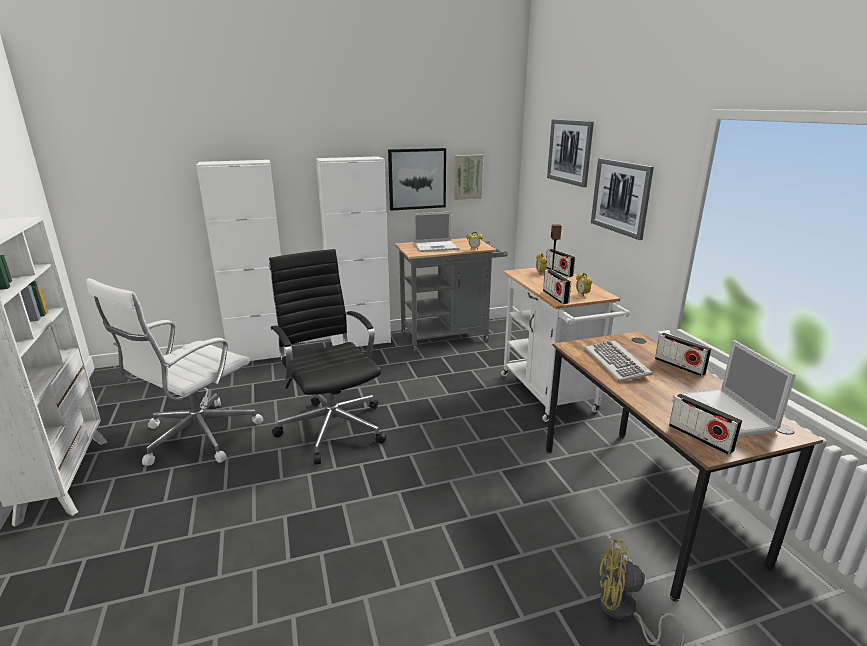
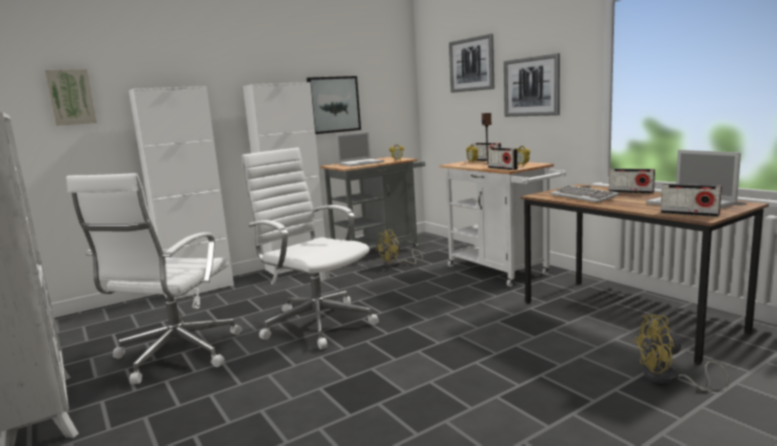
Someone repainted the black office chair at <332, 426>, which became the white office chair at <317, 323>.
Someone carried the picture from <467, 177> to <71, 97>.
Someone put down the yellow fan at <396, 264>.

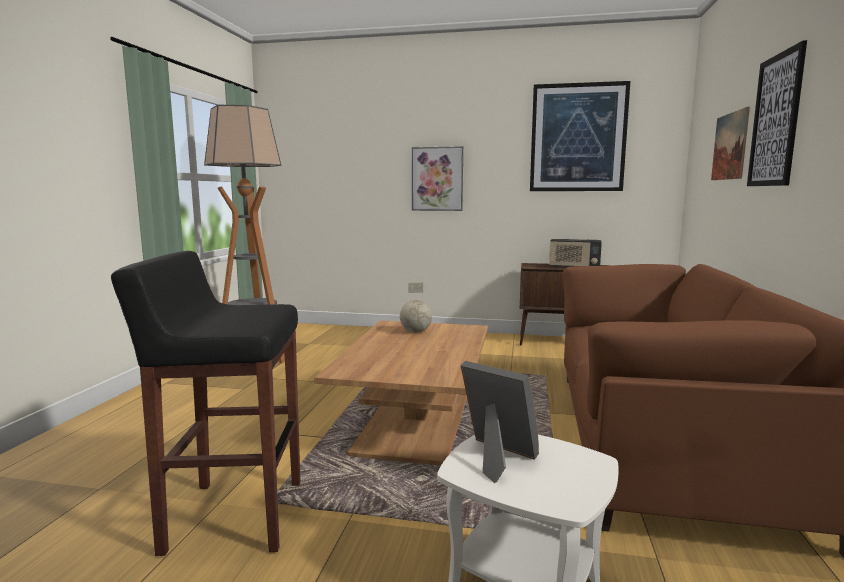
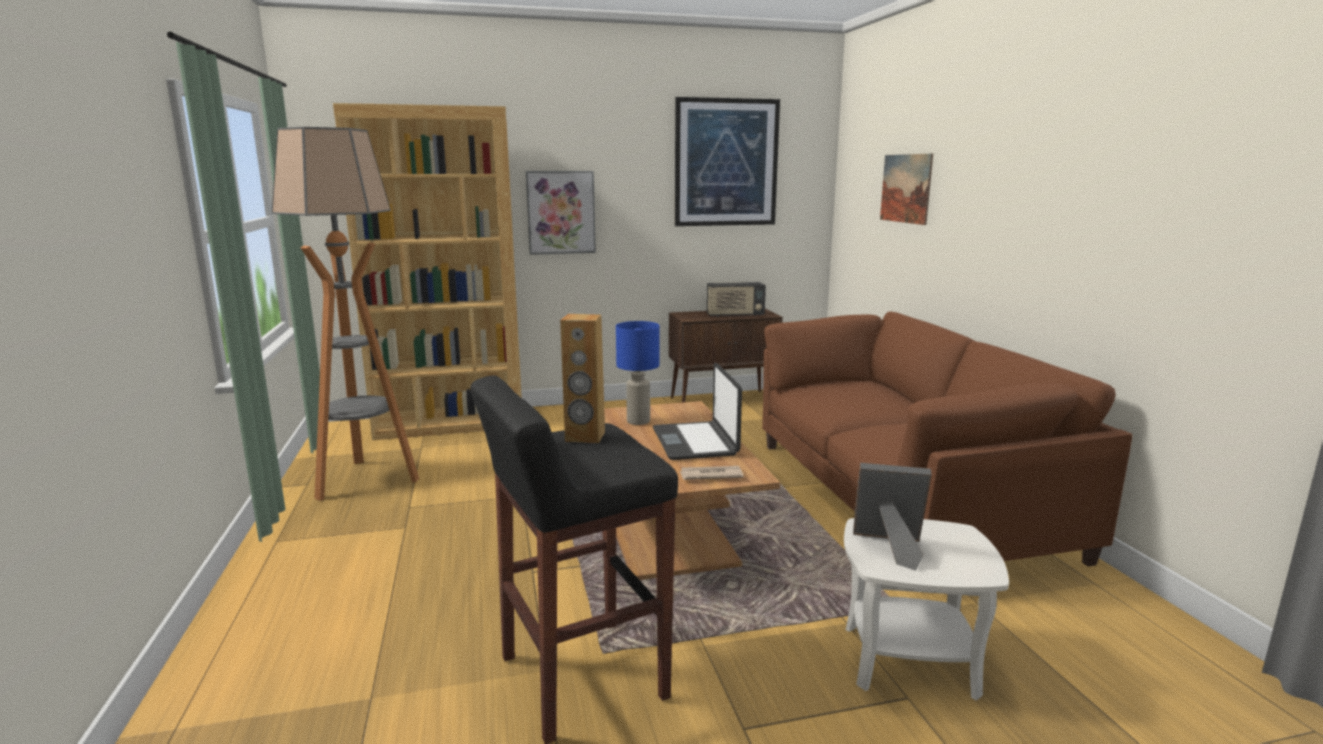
Someone swapped the globe at <415, 332> for the blue table lamp at <637, 421>.
Someone took away the picture at <775, 120>.
Someone put down the brown bookcase at <451, 424>.
Someone put down the brown speaker at <585, 437>.
Someone put down the laptop at <695, 442>.
Someone put down the newspaper at <710, 475>.

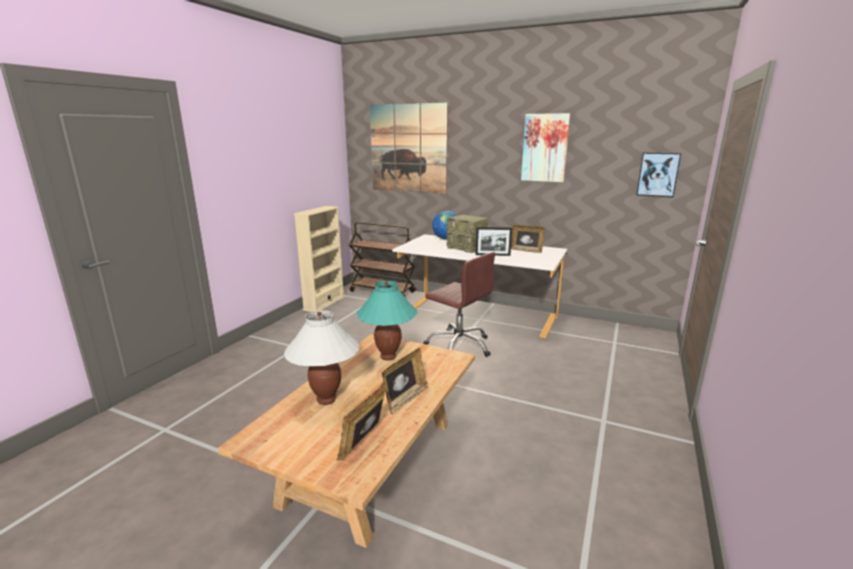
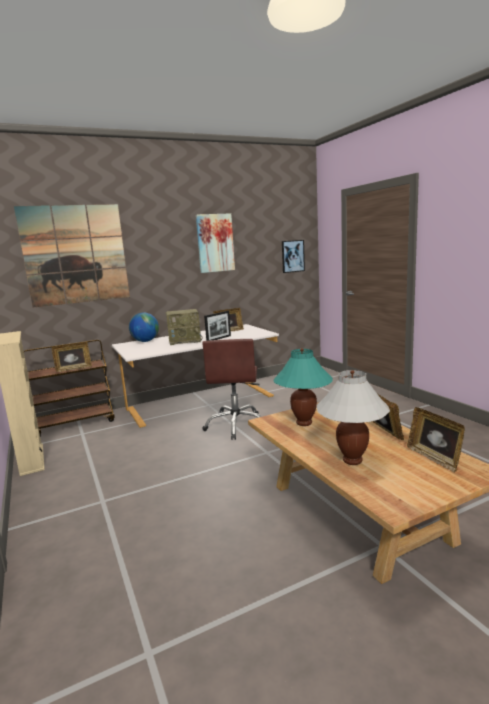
Someone rotated the brown office chair at <459, 346> by 105 degrees clockwise.
Someone put down the picture frame at <73, 369>.

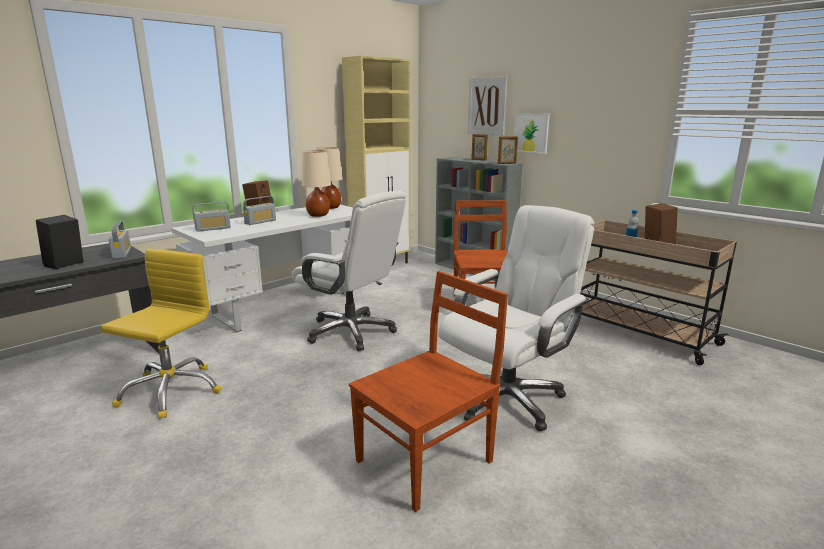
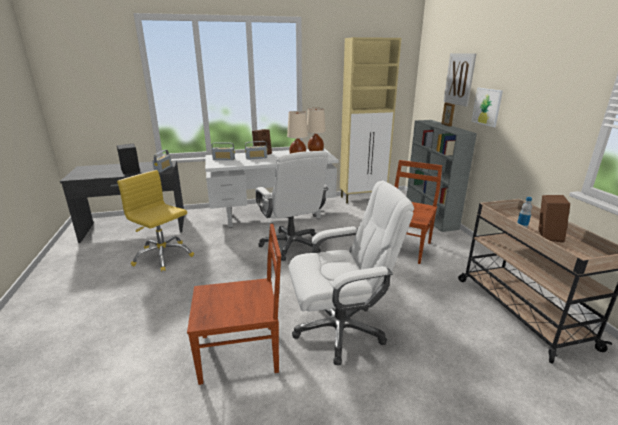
Someone rotated the yellow office chair at <170, 391> by 105 degrees counterclockwise.
Someone took away the picture frame at <507, 163>.

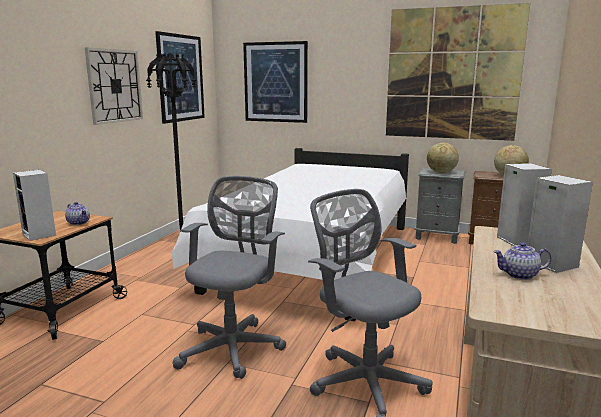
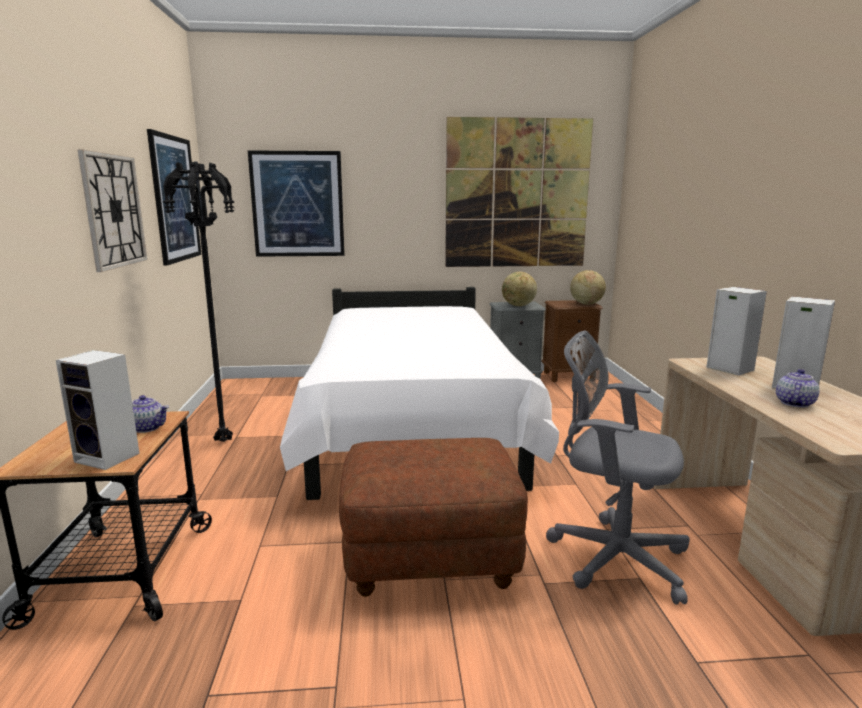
Someone swapped the grey office chair at <234, 347> for the brown ottoman at <431, 557>.
Someone rotated the teapot at <519, 275> by 150 degrees clockwise.

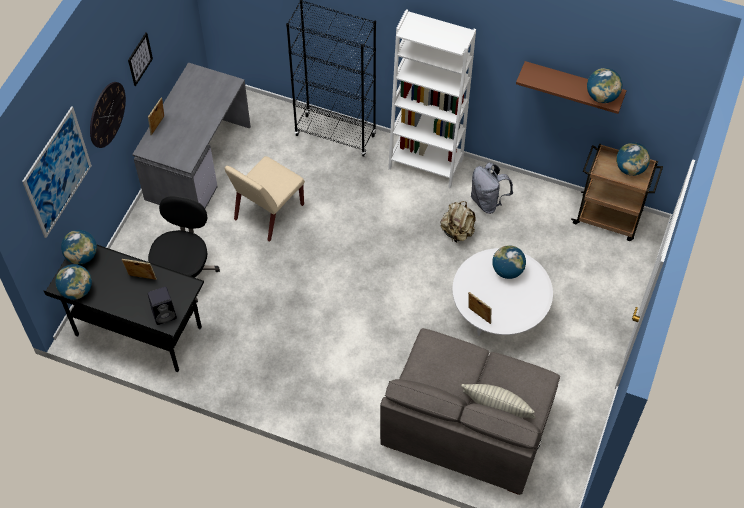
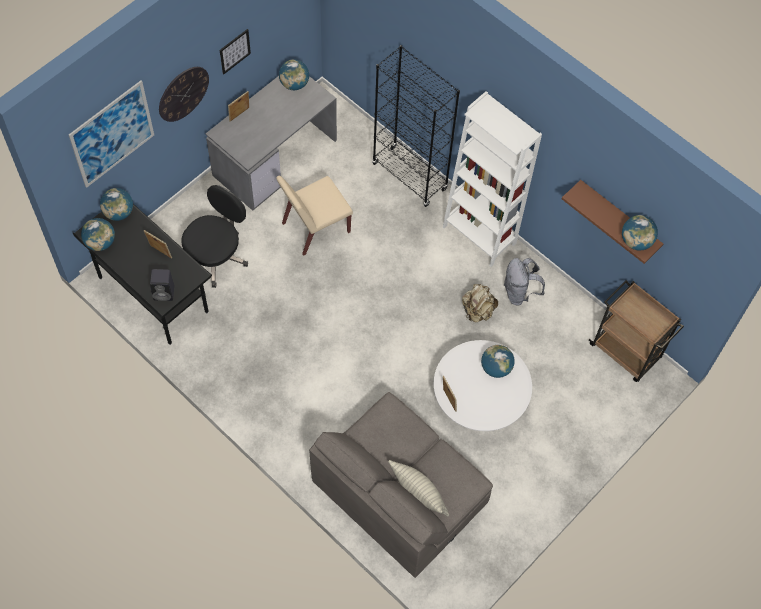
Someone carried the globe from <630, 168> to <294, 84>.

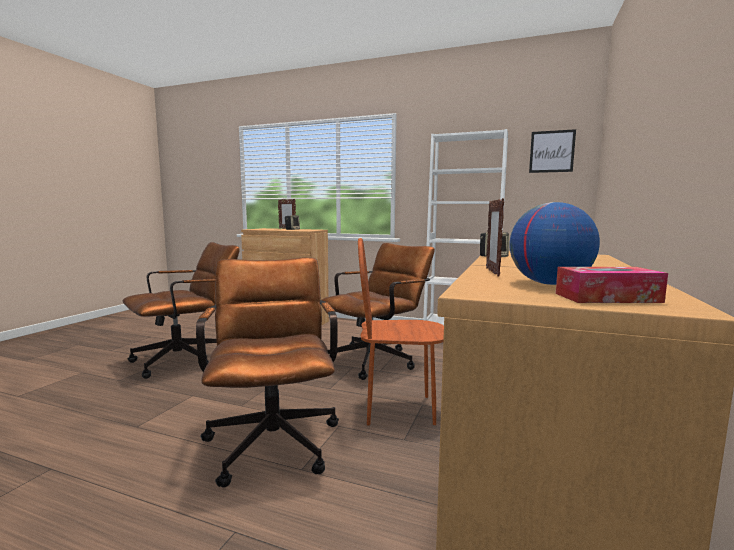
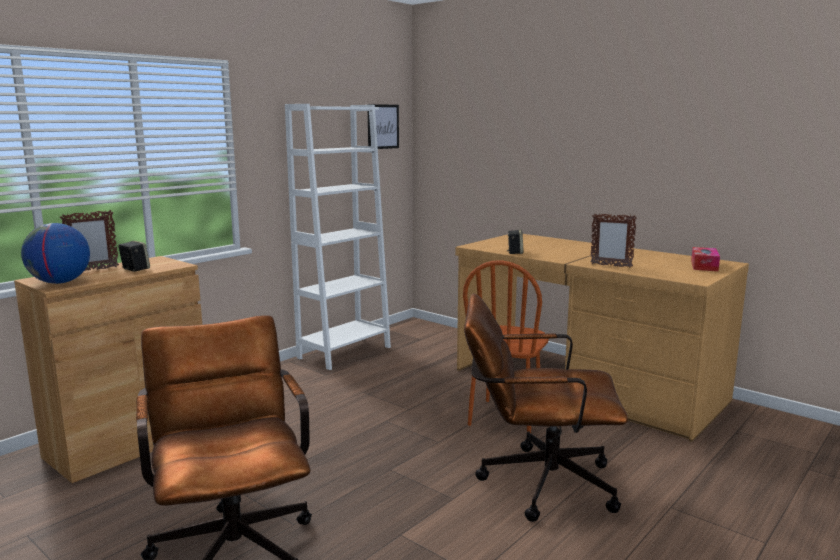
Someone took away the brown office chair at <377, 360>.
Someone carried the globe from <549, 284> to <60, 282>.

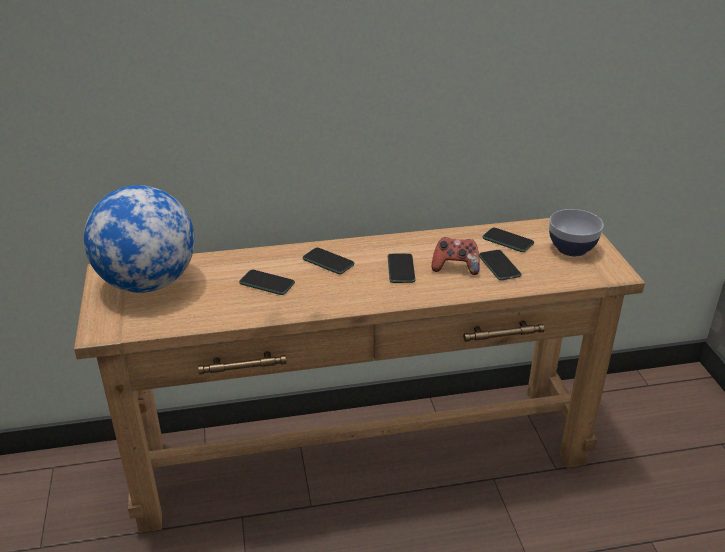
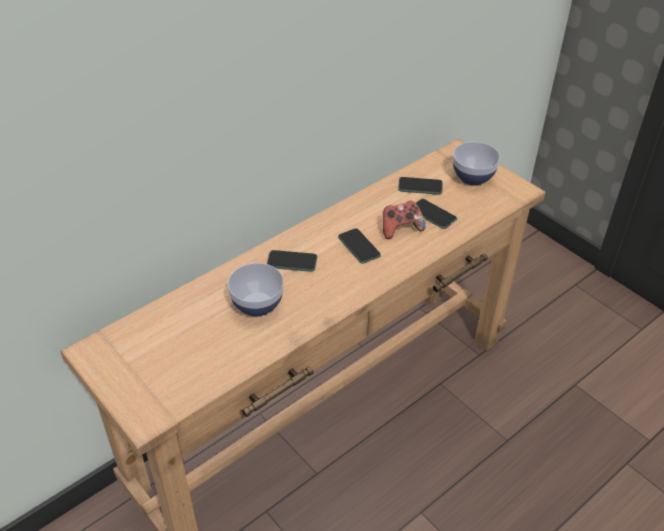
Someone took away the globe at <148, 283>.
Someone swapped the phone at <267, 283> for the bowl at <257, 305>.

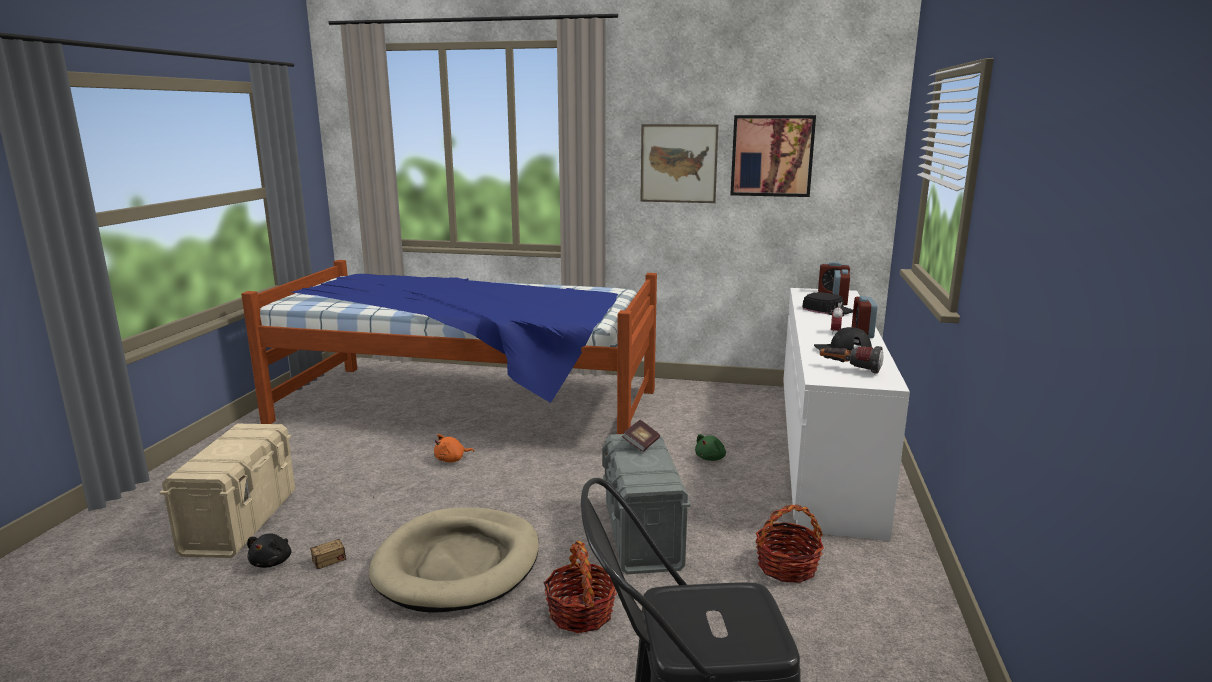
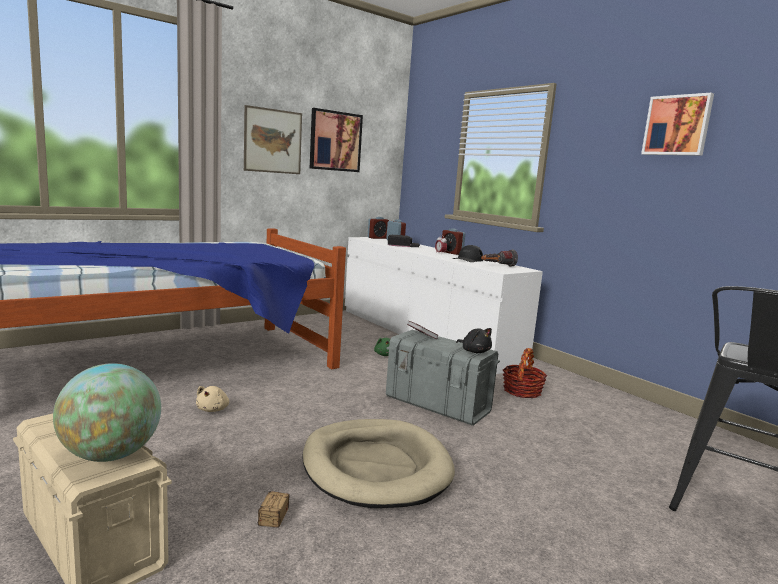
Someone carried the black plush toy from <272, 562> to <474, 351>.
Someone repainted the orange plush toy at <452, 460>, which became the beige plush toy at <213, 409>.
Someone took away the basket at <581, 613>.
Someone put down the globe at <111, 455>.
Someone put up the picture at <677, 125>.

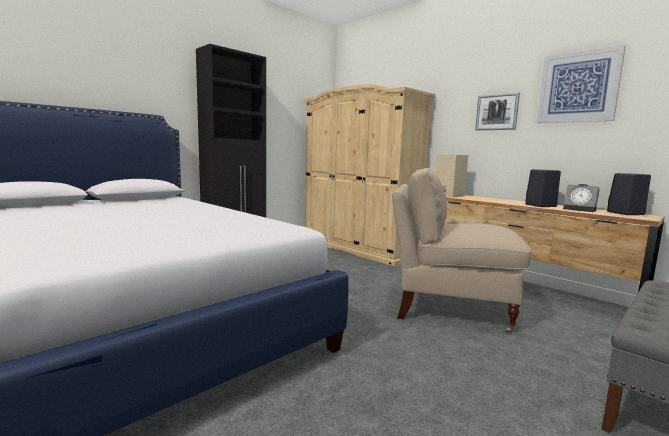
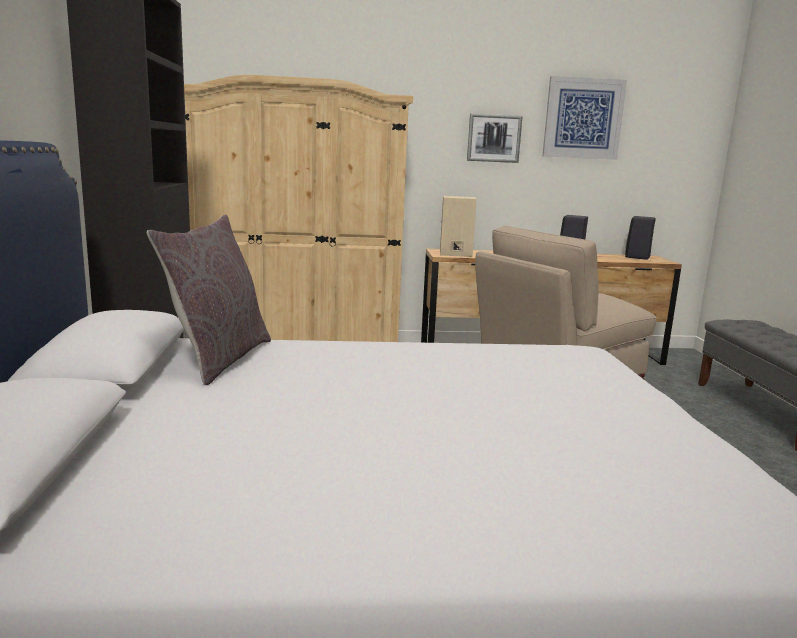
Someone took away the alarm clock at <580, 209>.
Someone put down the grey pillow at <218, 359>.

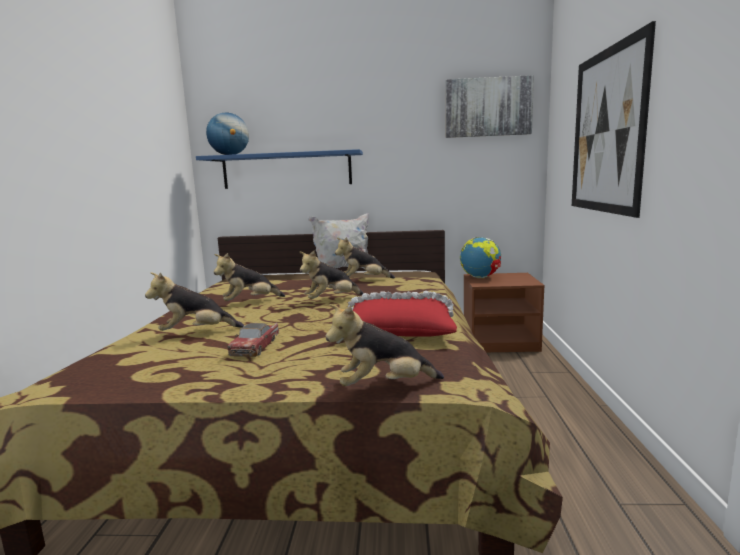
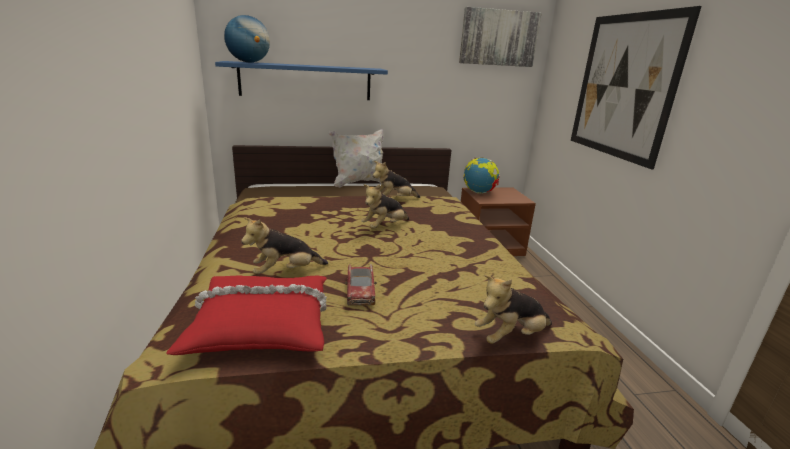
Someone took away the plush toy at <249, 302>.
Someone carried the red pillow from <399, 327> to <261, 324>.

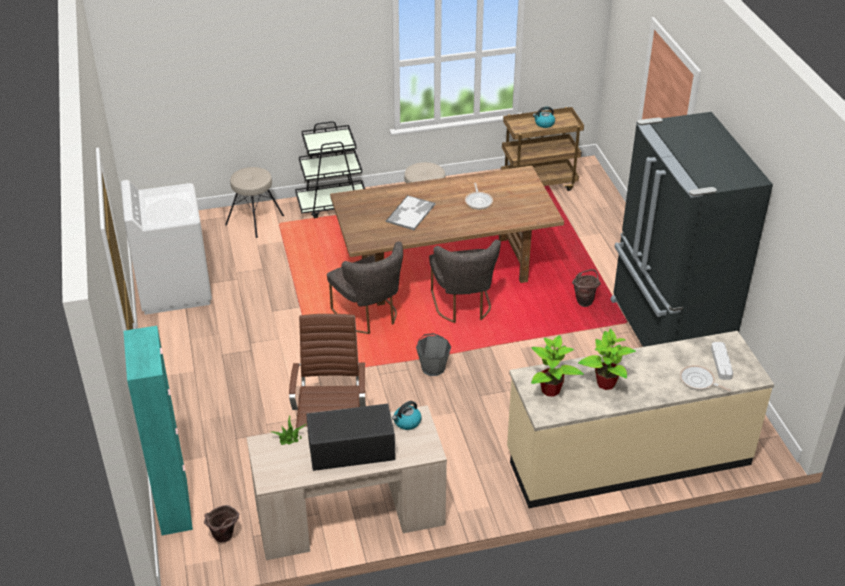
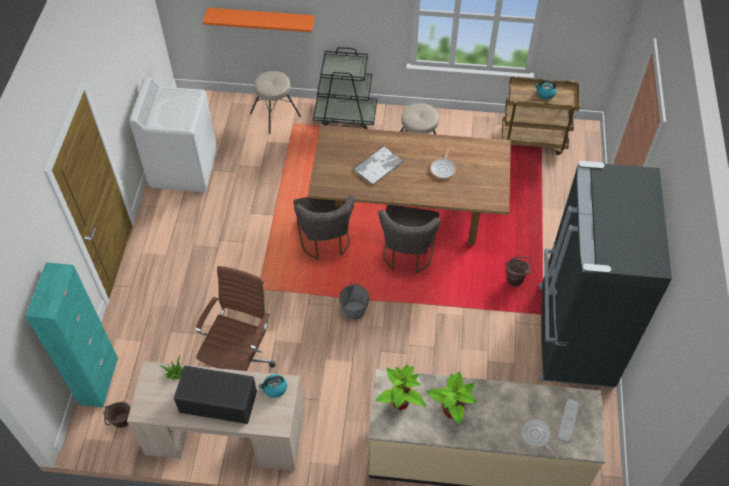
Someone put up the orange shelf at <261, 19>.

